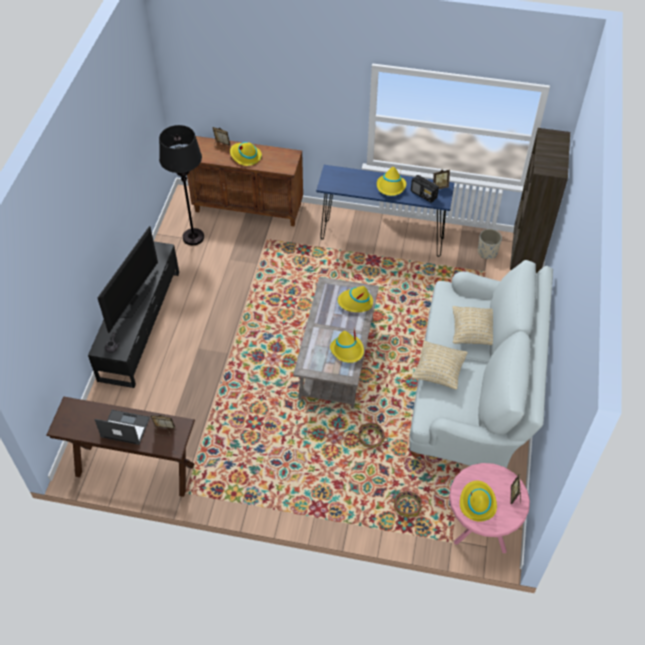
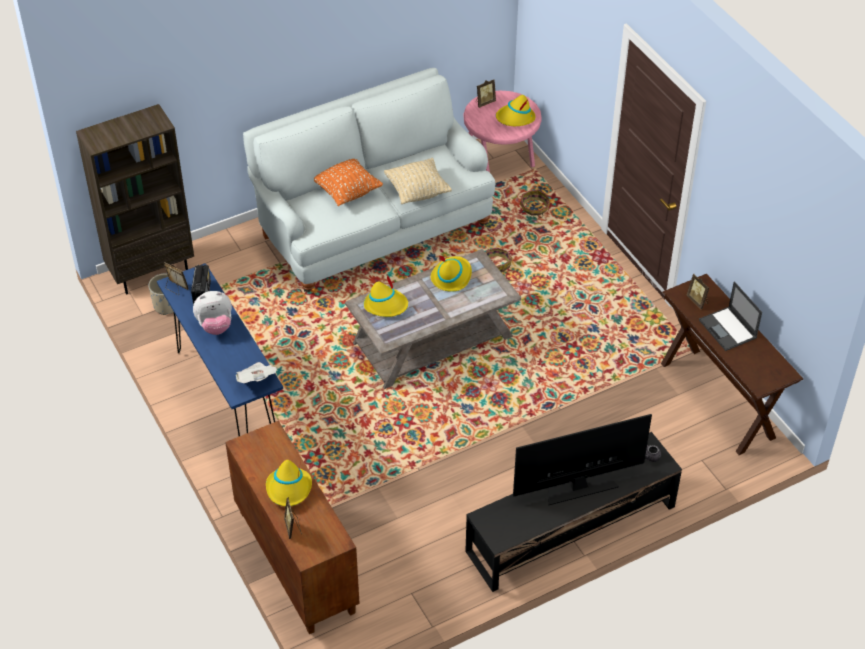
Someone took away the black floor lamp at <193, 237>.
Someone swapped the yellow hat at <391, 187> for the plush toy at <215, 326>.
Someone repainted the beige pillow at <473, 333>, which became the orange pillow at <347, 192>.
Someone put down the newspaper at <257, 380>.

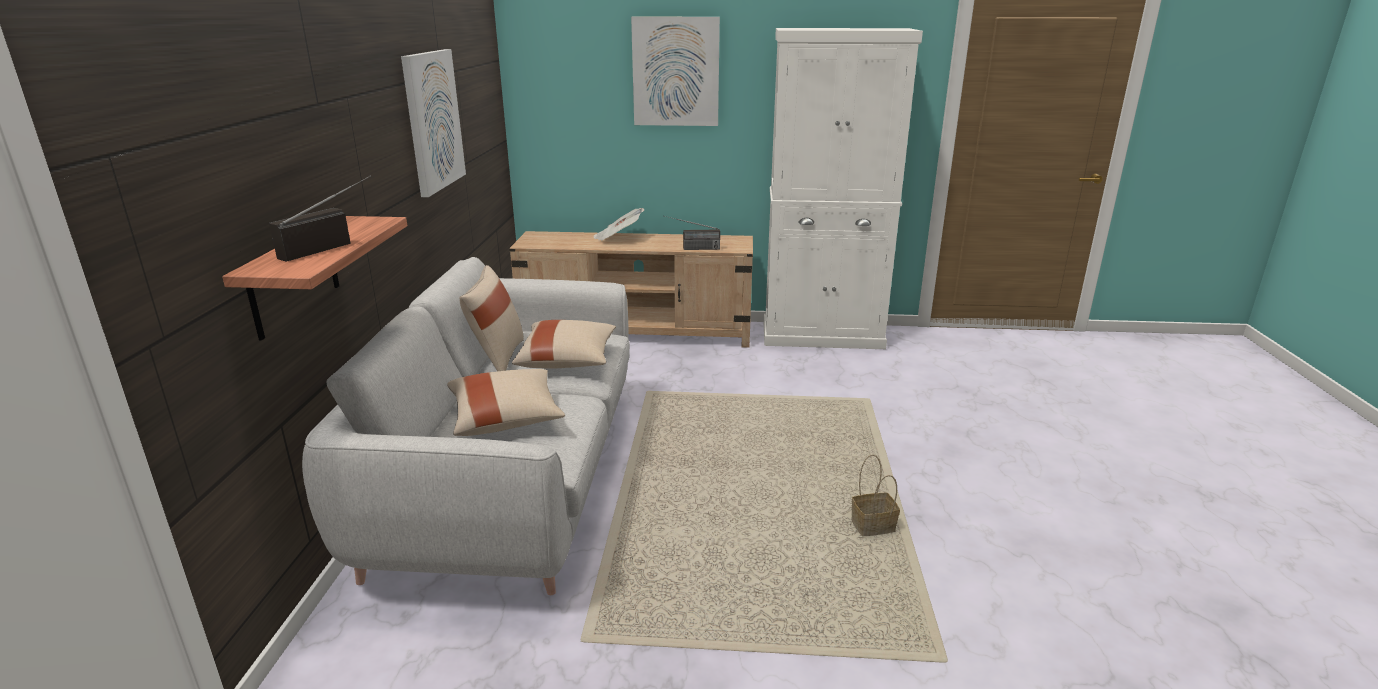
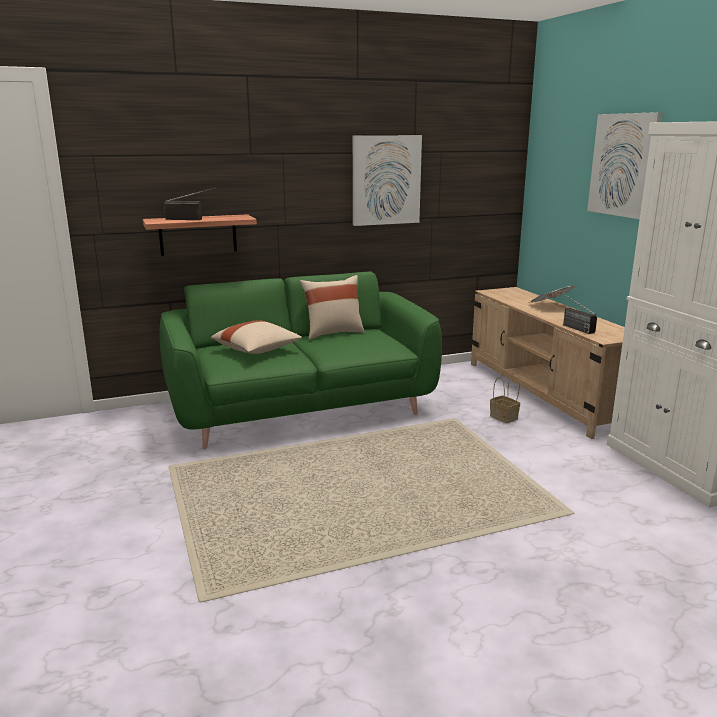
Someone repainted the grey sofa at <511, 482>, which became the green sofa at <300, 410>.
Someone took away the beige pillow at <567, 361>.
Someone carried the basket from <873, 526> to <504, 417>.

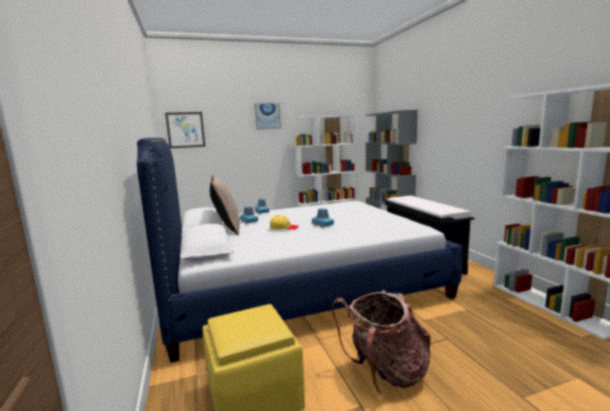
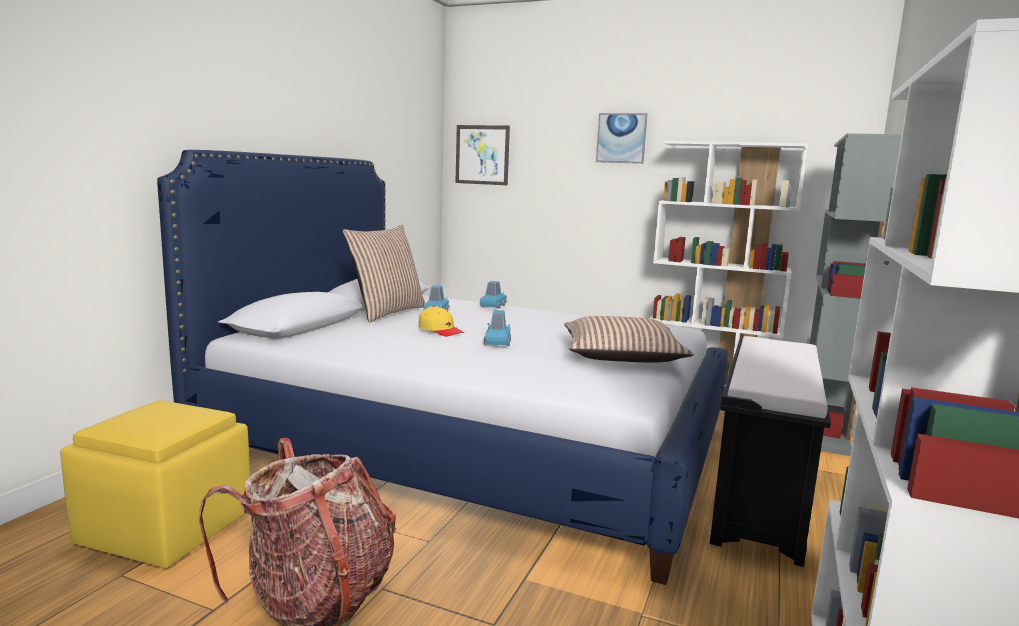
Someone put down the pillow at <621, 355>.

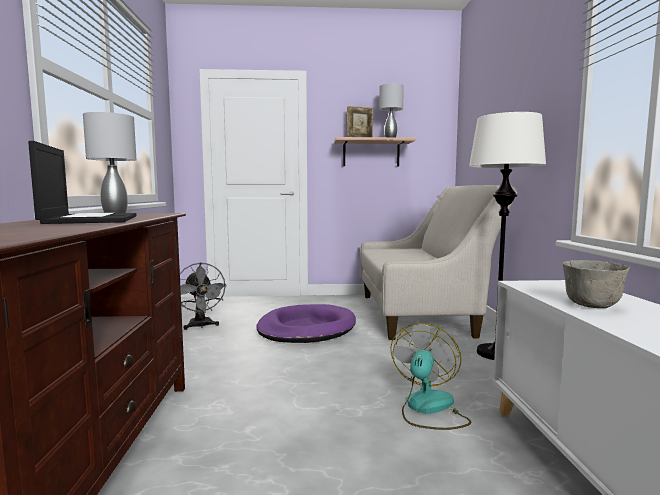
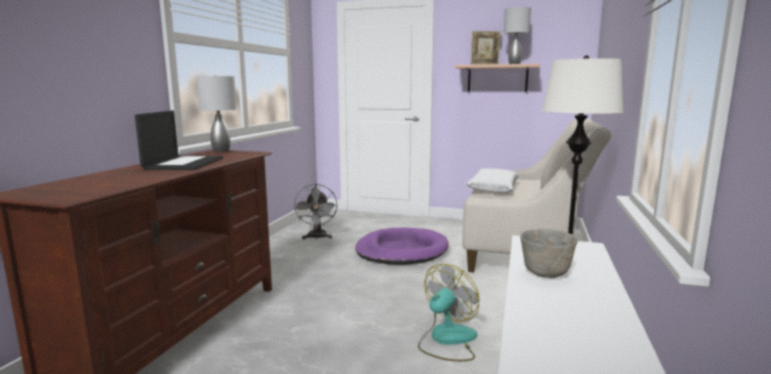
Someone put down the white pillow at <493, 188>.

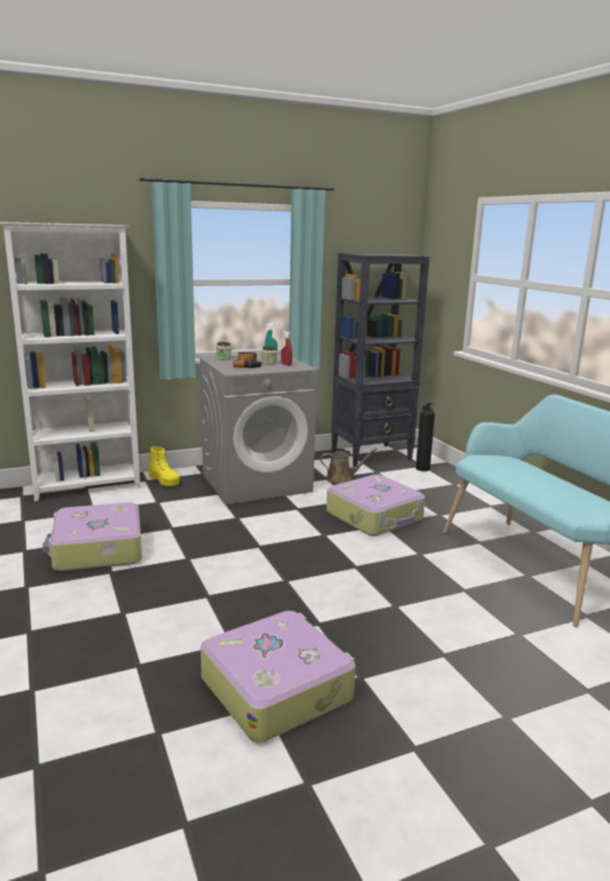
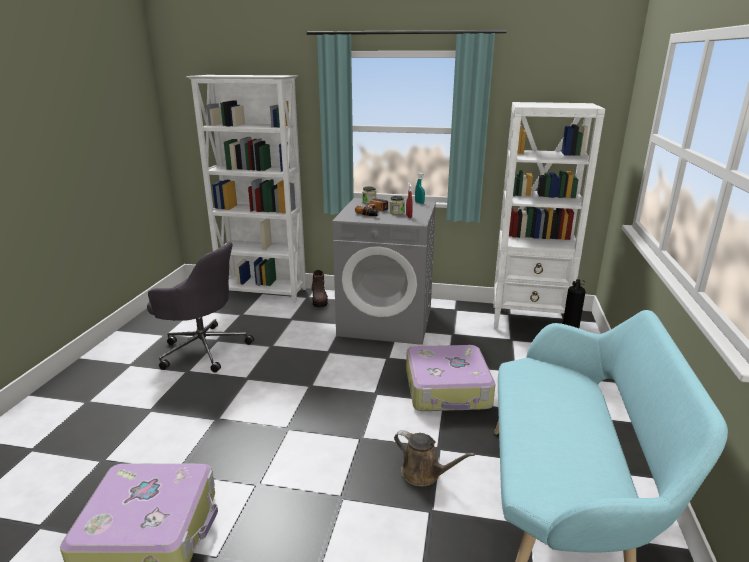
Someone swapped the suitcase at <97, 550> for the grey office chair at <203, 349>.
Someone repainted the yellow boot at <164, 481>, which became the brown boot at <319, 301>.
Someone carried the brown watering can from <342, 479> to <424, 474>.
Someone repainted the black bookcase at <372, 456>, which became the white bookcase at <528, 320>.

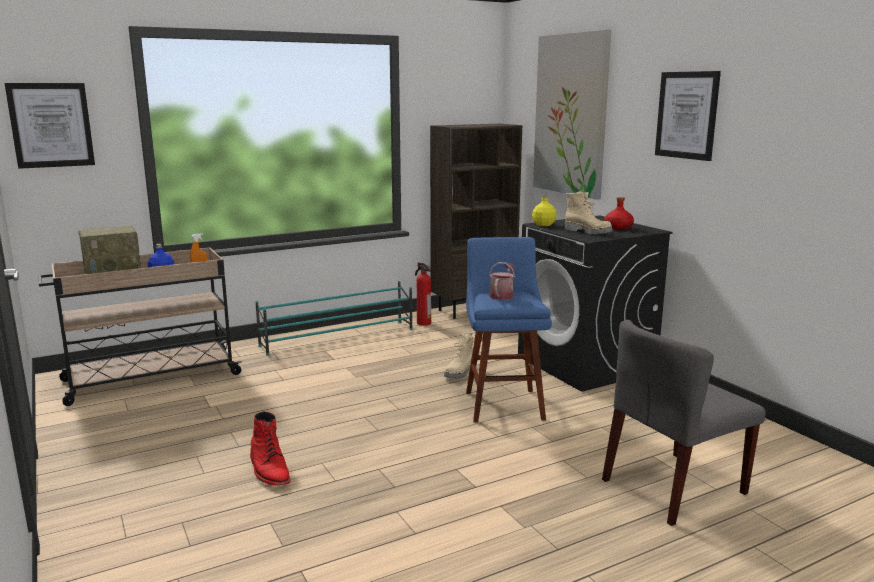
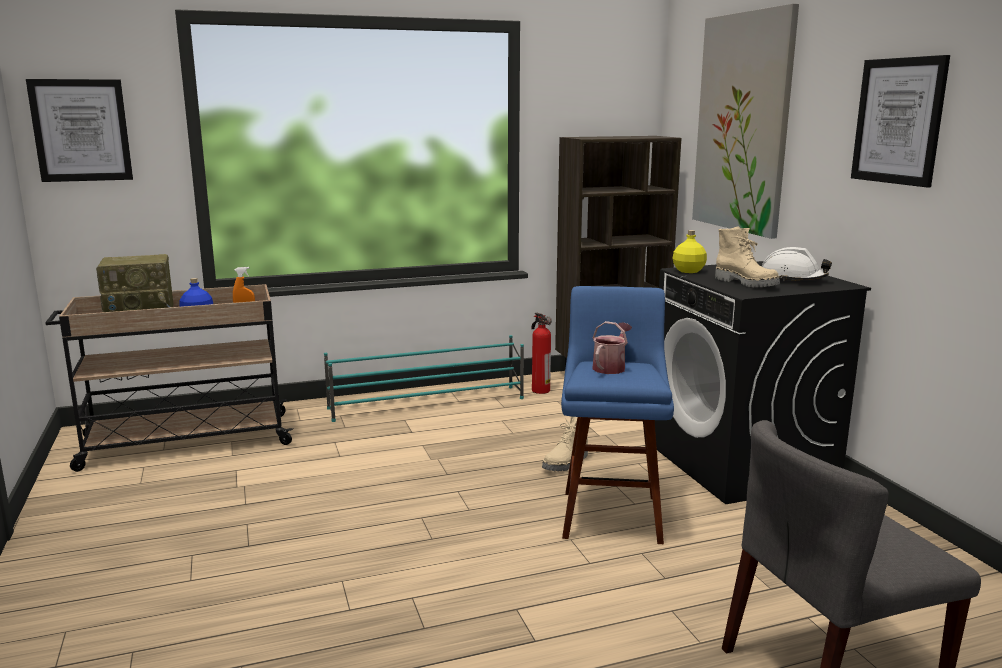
Someone took away the red boot at <269, 470>.
Someone swapped the red bottle at <618, 228> for the white hard hat at <792, 279>.

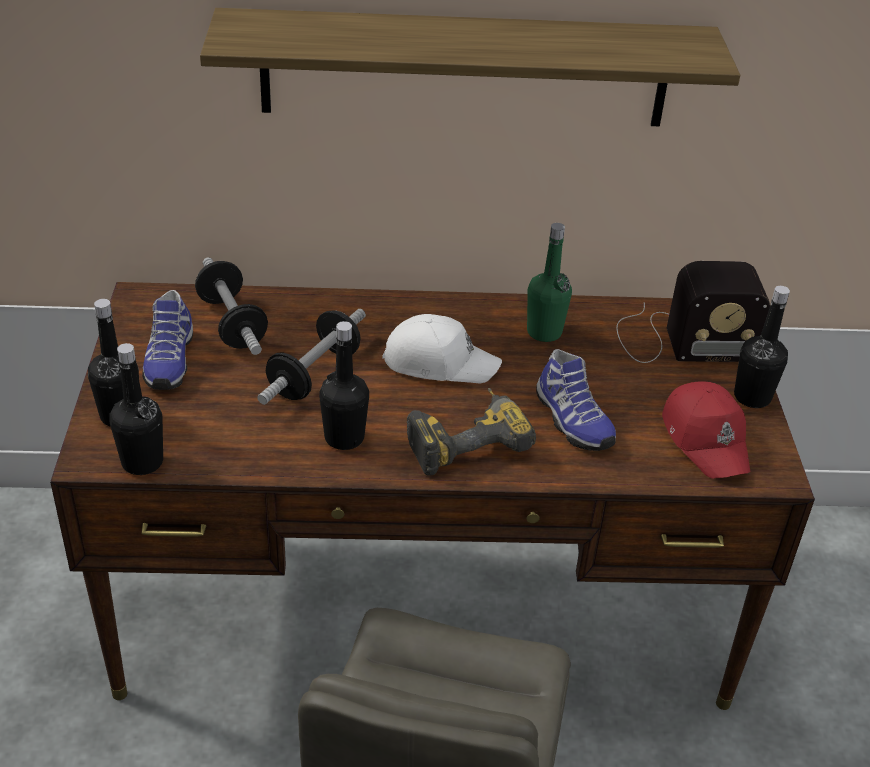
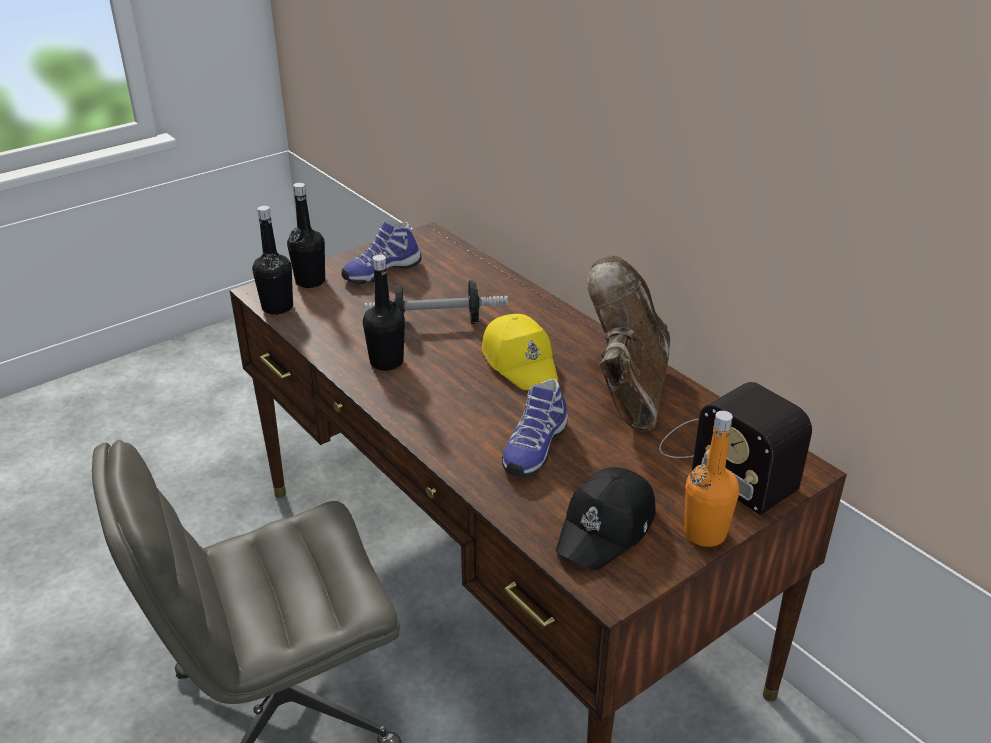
Someone took away the dumbbell at <232, 323>.
Someone took away the shelf at <465, 68>.
Someone repainted the white cap at <439, 362>, which became the yellow cap at <520, 362>.
Someone took away the power drill at <465, 439>.
Someone swapped the green bottle at <544, 332> for the brown boot at <627, 390>.
Someone repainted the red cap at <706, 439>, which became the black cap at <607, 528>.
Someone repainted the black bottle at <752, 397>, which became the orange bottle at <705, 533>.

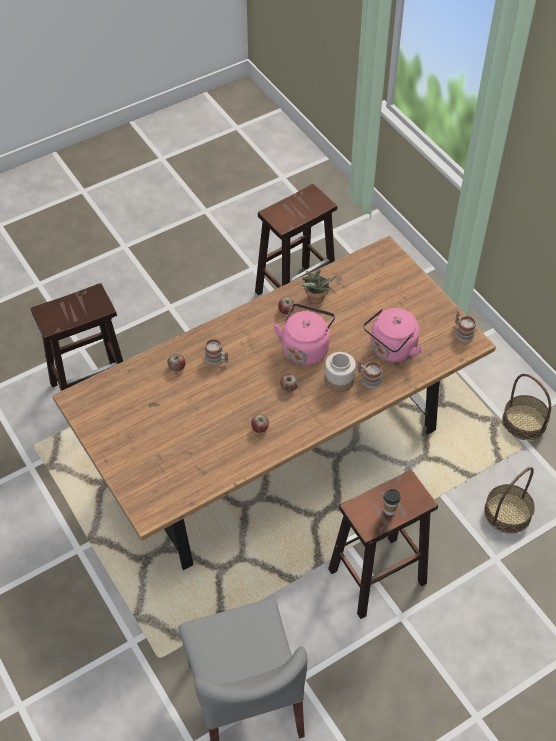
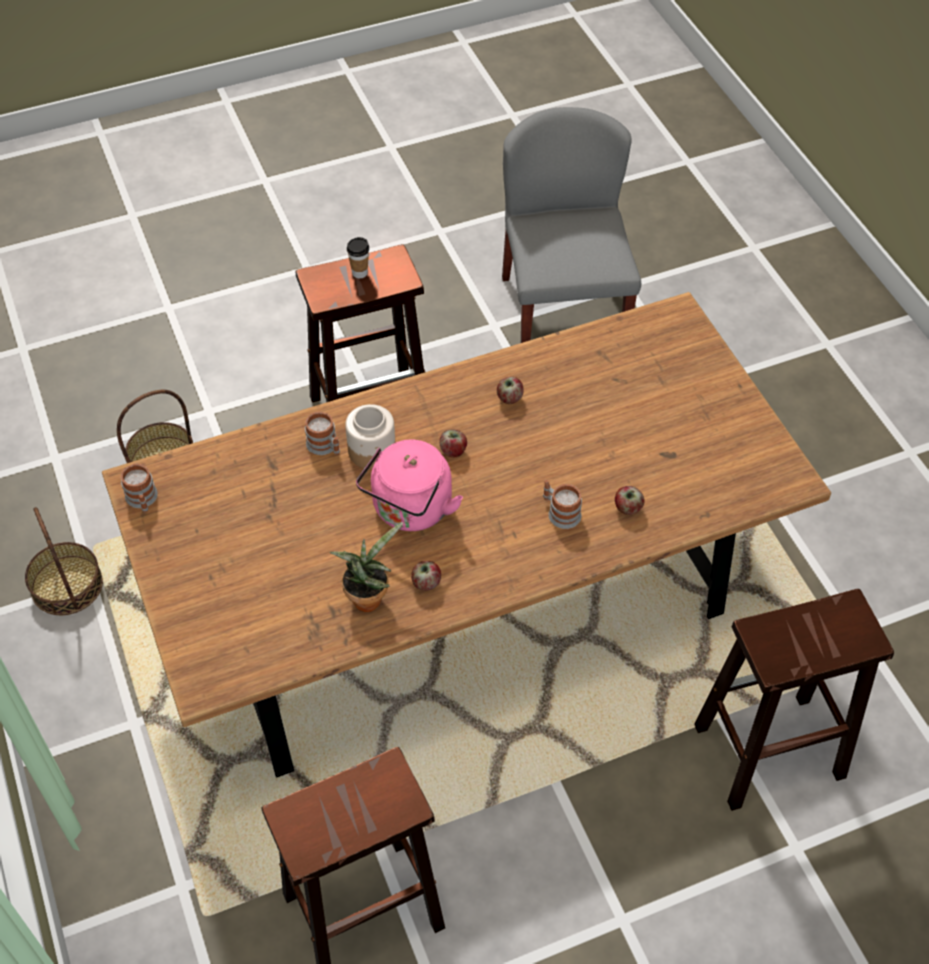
Someone took away the pink kettle at <391, 350>.

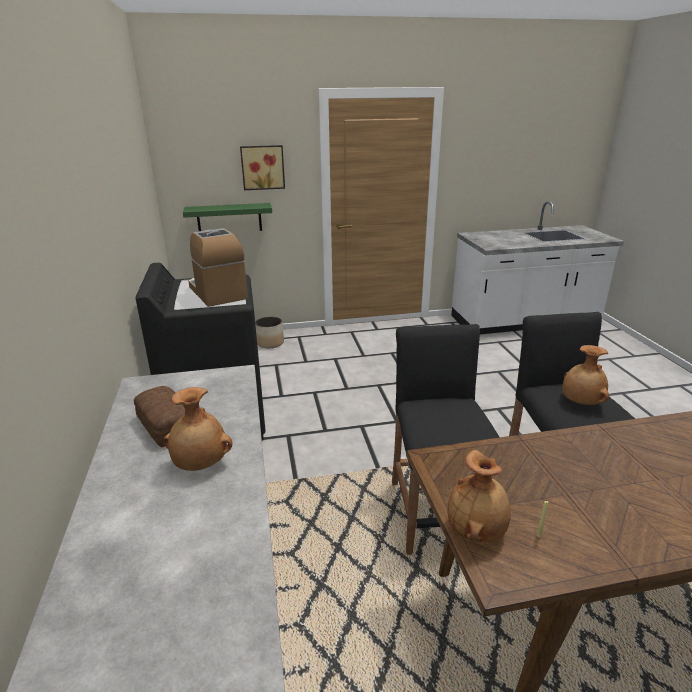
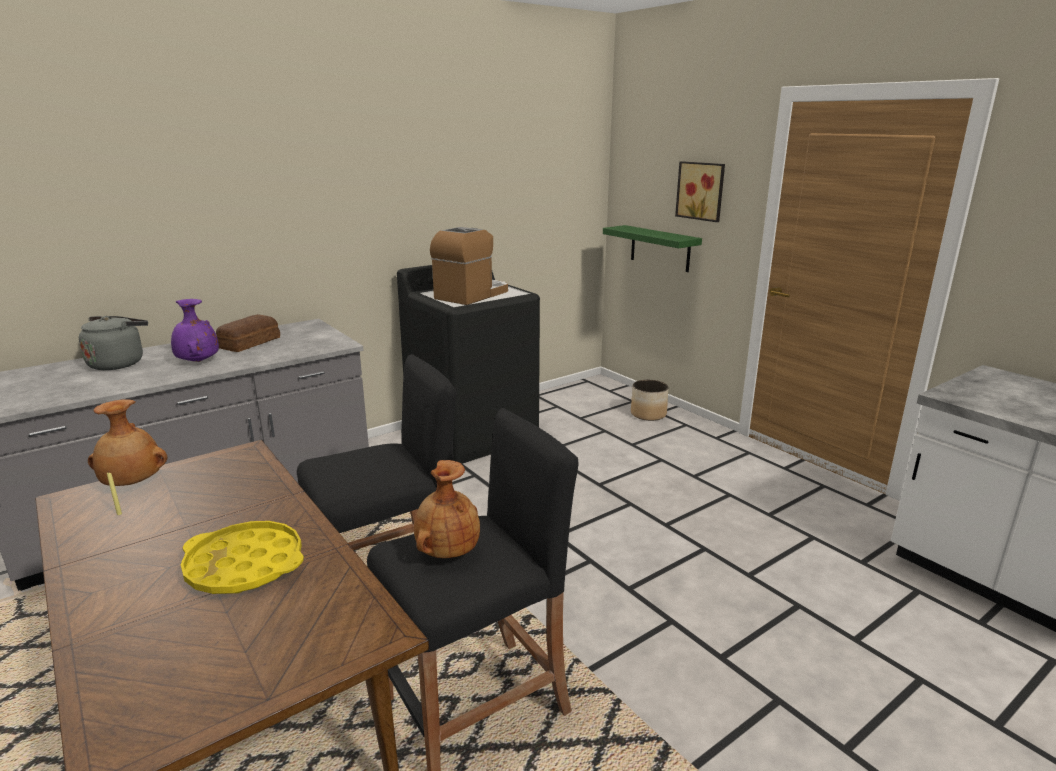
Someone repainted the brown vase at <200, 464>, which became the purple vase at <197, 361>.
Someone put down the grey kettle at <119, 363>.
Someone put down the yellow tray at <245, 566>.

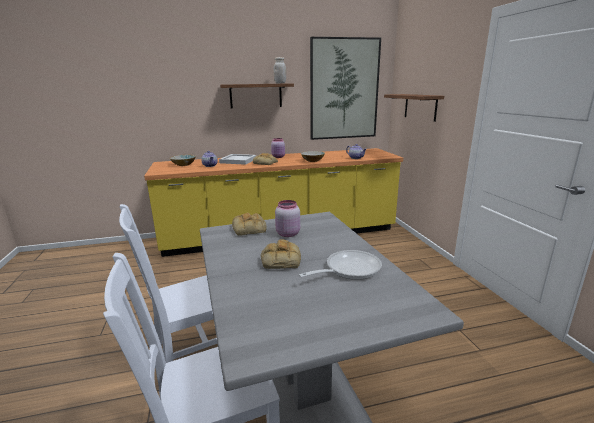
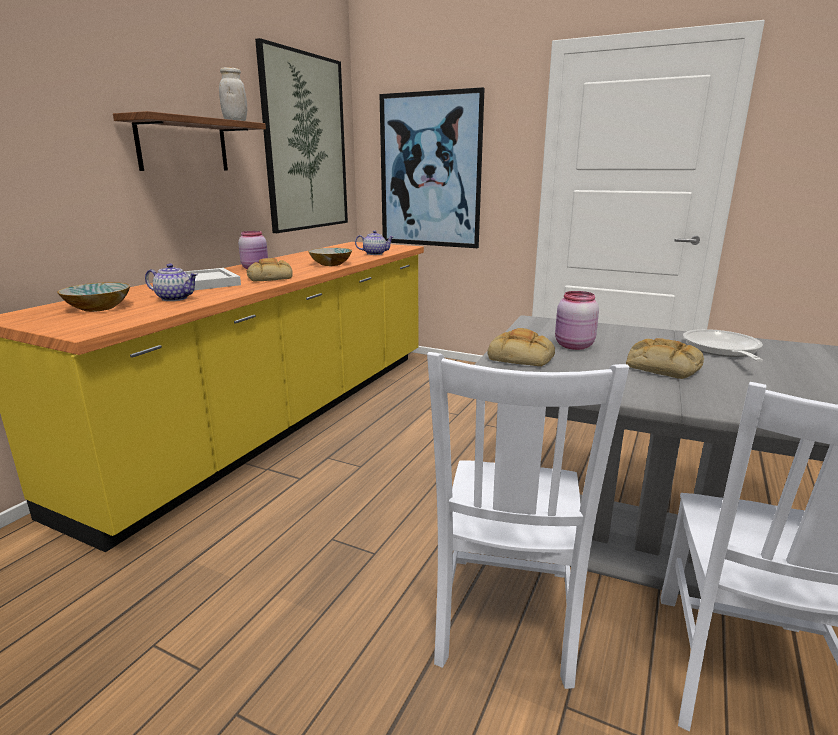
Someone swapped the shelf at <420, 107> for the picture at <430, 171>.

